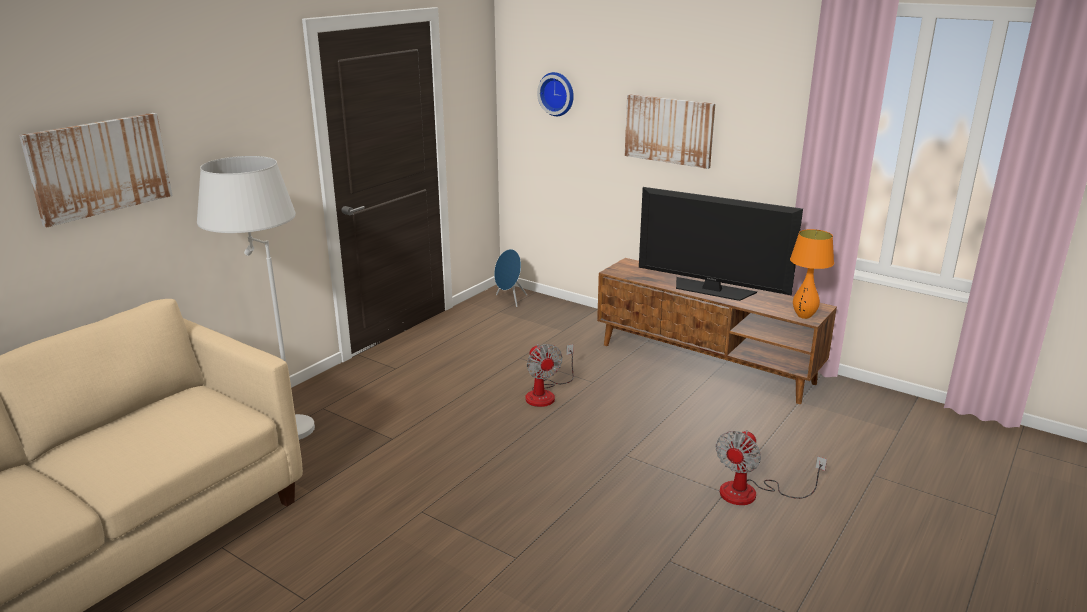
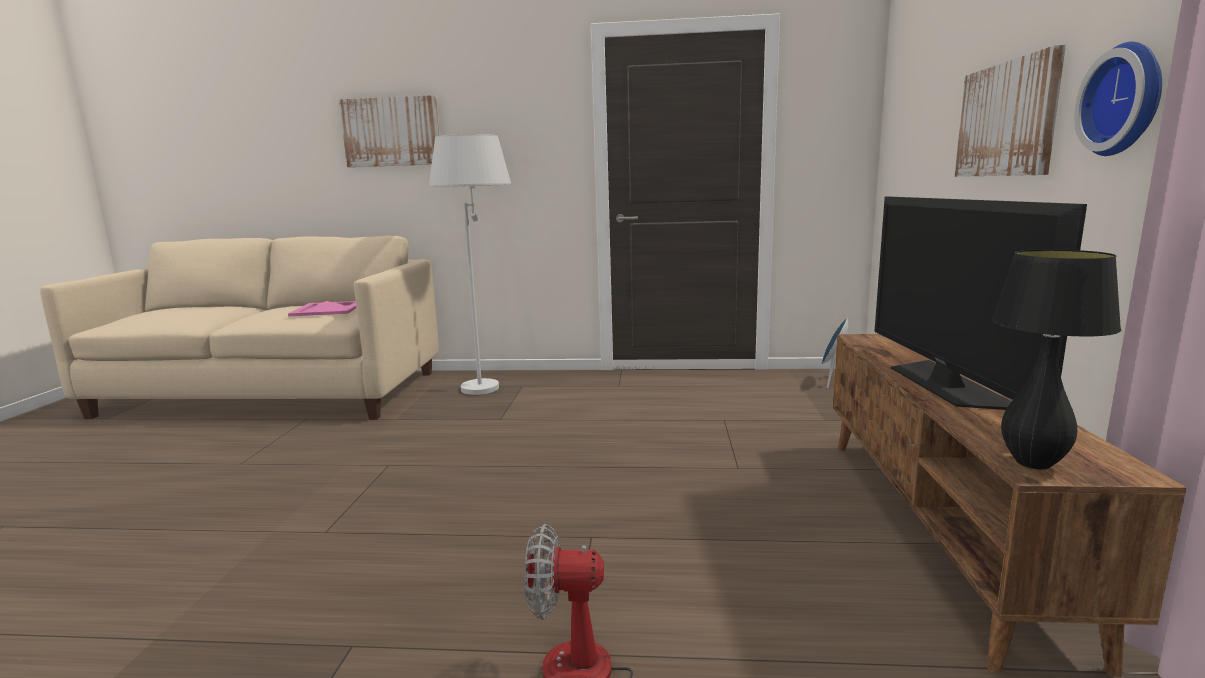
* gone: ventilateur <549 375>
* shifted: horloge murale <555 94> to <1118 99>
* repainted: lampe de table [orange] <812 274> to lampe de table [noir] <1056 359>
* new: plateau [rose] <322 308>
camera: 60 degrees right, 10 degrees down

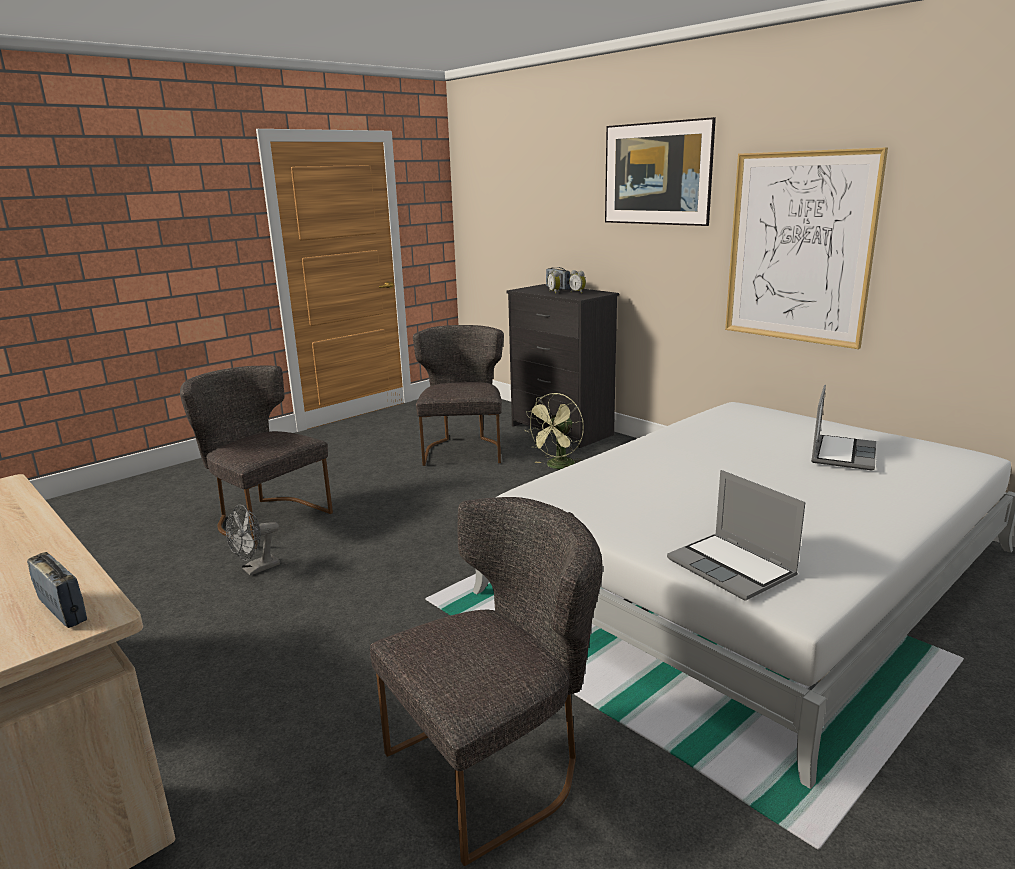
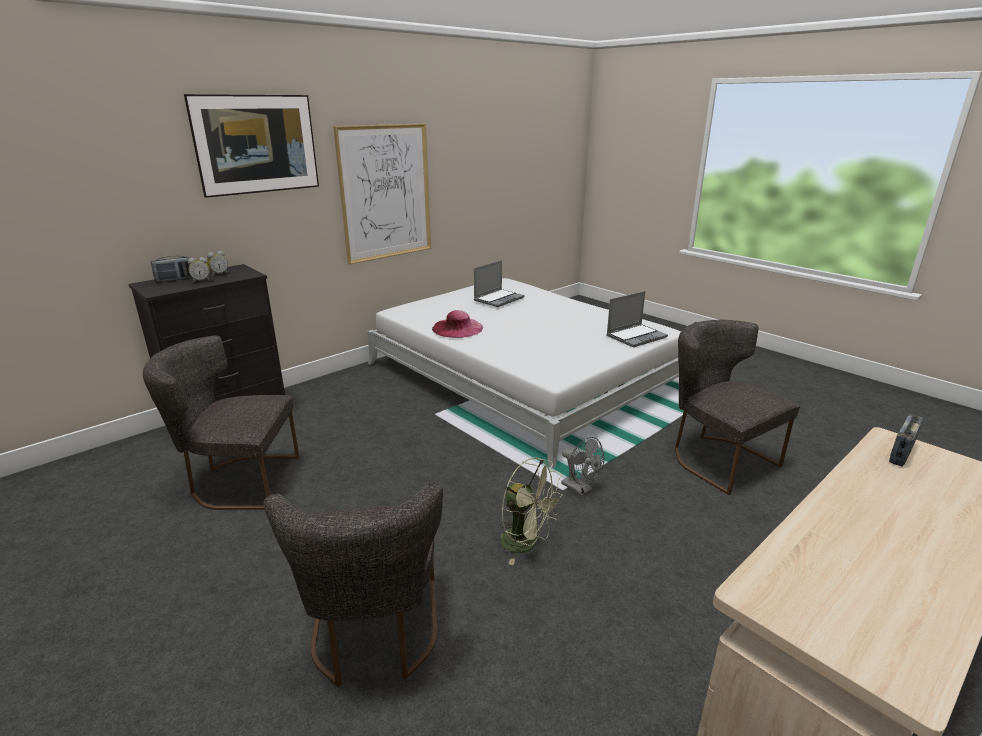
* rotated: chaise [gris] <256 457> = <353 585> 45 degrees counterclockwise
* shifted: ventilateur [gris] <253 540> to <583 466>
* shifted: ventilateur [vert] <554 431> to <532 511>
* rotated: ordinateur portable <843 427> = <499 283> 105 degrees clockwise
* new: chapeau [rose] <457 324>
camera: 90 degrees left, 5 degrees up

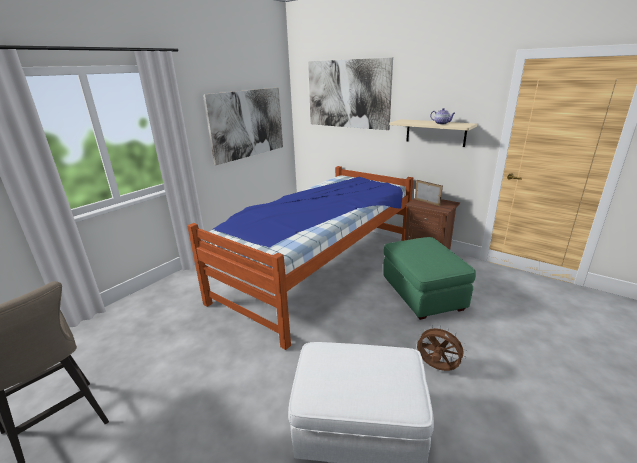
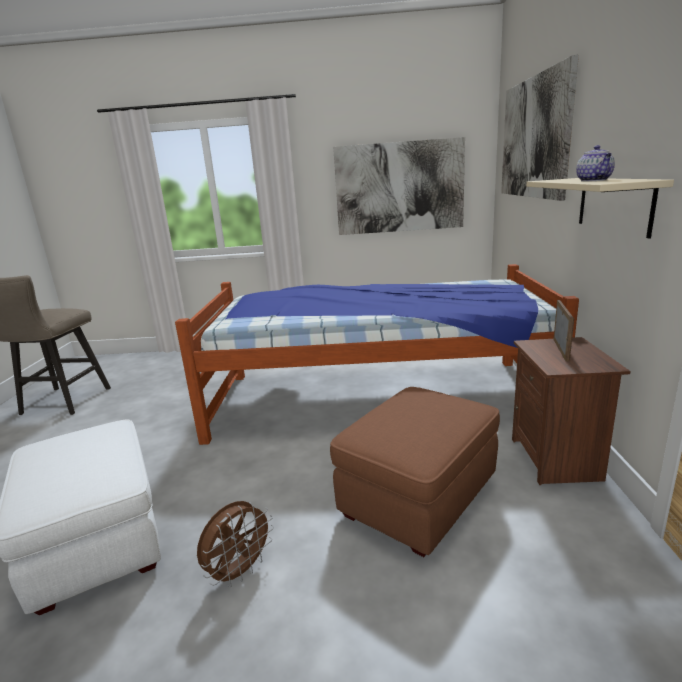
* repainted: pouf [vert] <430 278> to pouf [marron] <415 472>
* rotated: ventilateur [marron] <442 348> = <235 544> 45 degrees clockwise
camera: 55 degrees right, 5 degrees down

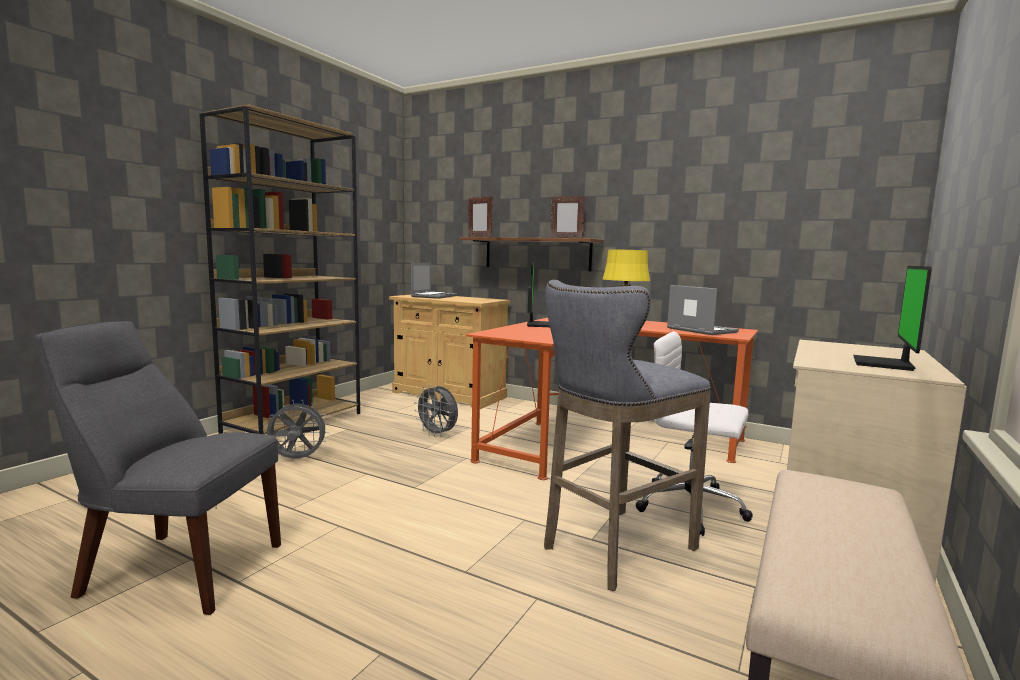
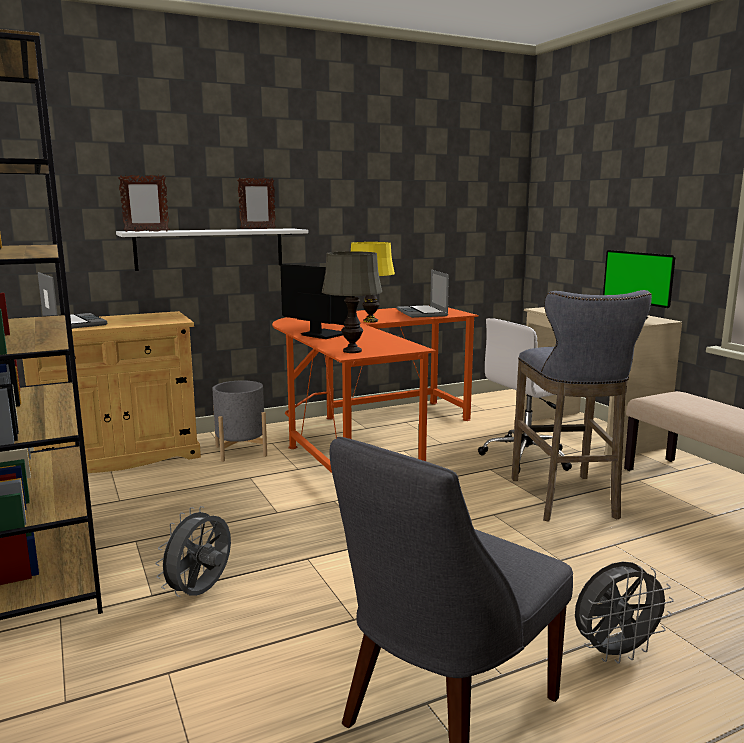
* shifted: ventilateur [gris] <436 411> to <624 613>
* repainted: étagère [marron] <532 254> to étagère [blanc] <212 249>
* rotated: ordinateur portable <703 310> = <423 294> 105 degrees counterclockwise
* new: cache-pot [gris] <239 421>
* new: lampe de table [gris] <352 302>
camera: 55 degrees left, 5 degrees up

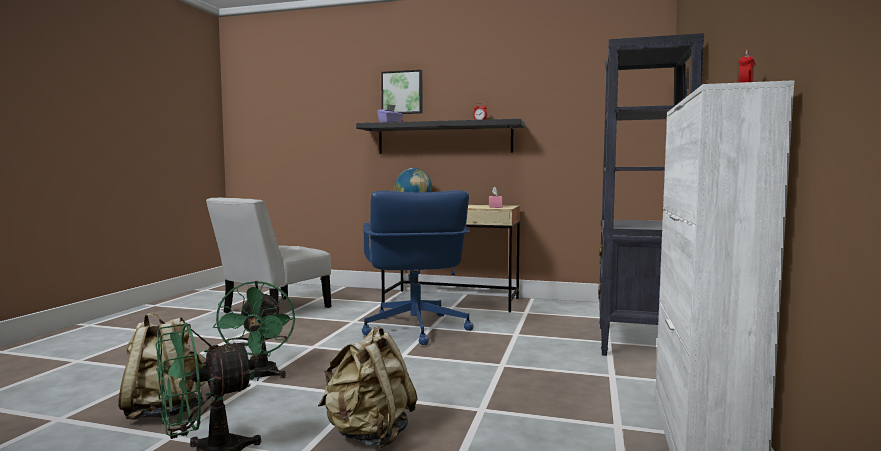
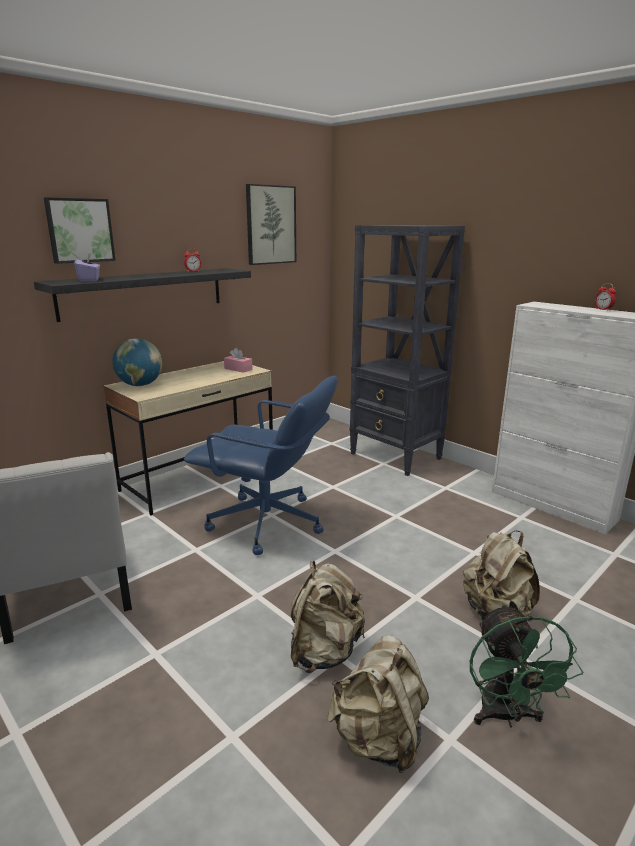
* swapped: ventilateur [vert] <254 331> to sac à dos [beige] <328 617>
* new: tableau <271 224>
camera: 60 degrees left, 15 degrees up

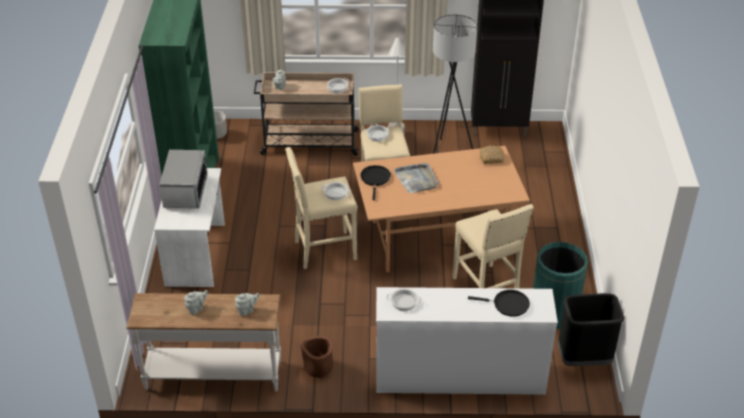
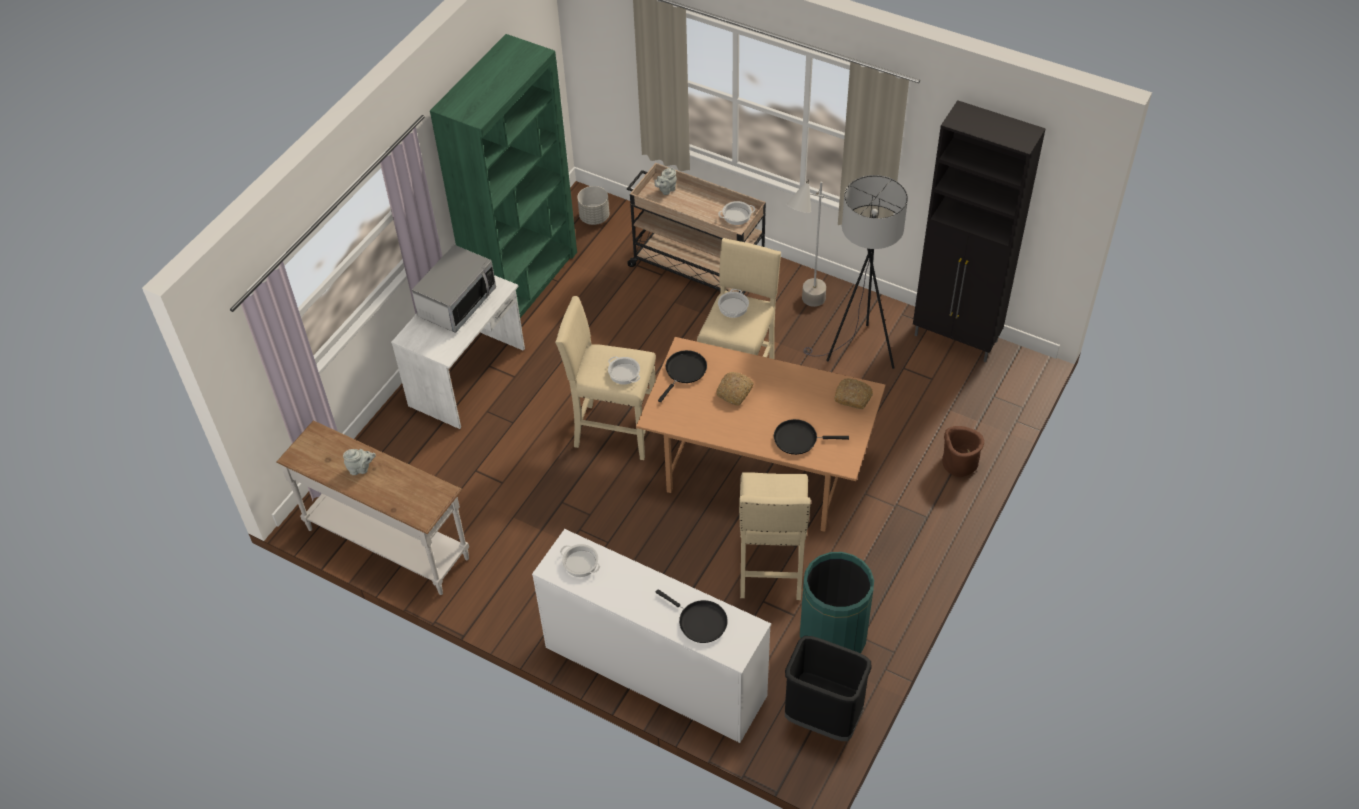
* gone: théière [gris] <247 304>
* shifted: cache-pot [marron] <317 357> to <963 451>
* swapped: plateau [gris] <416 178> to pain <735 388>
* new: poêle [noir] <811 437>
camera: 30 degrees right, 10 degrees up

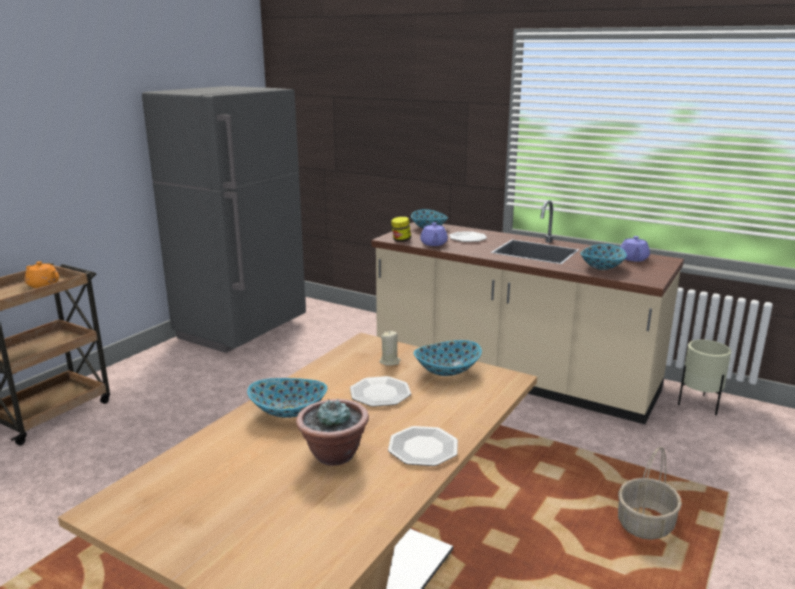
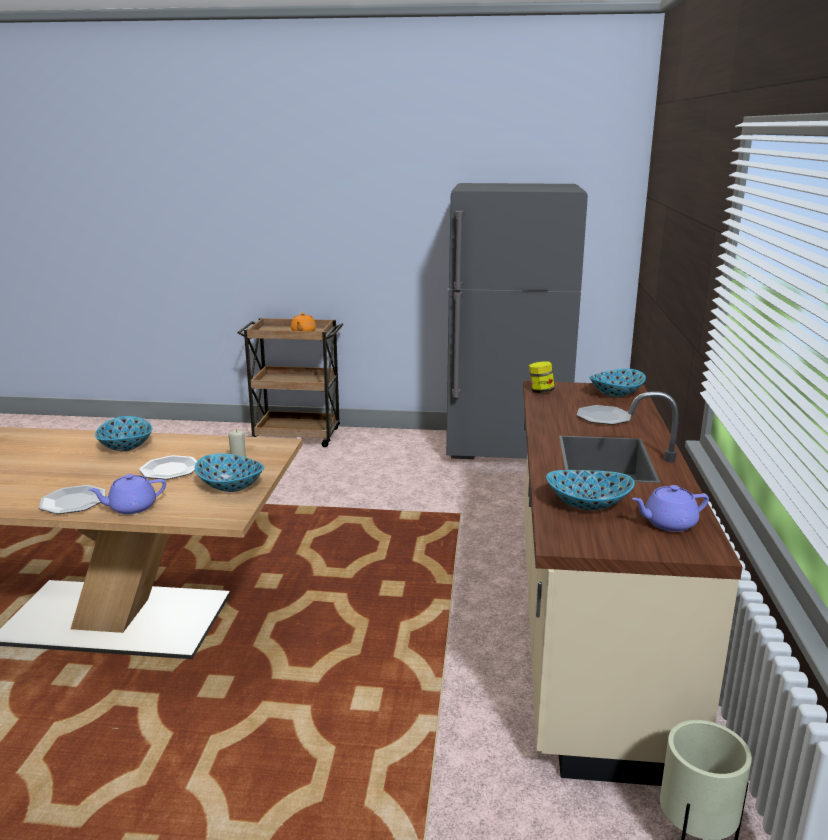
* gone: plante en pot <332 432>
* shifted: théière [violet] <434 234> to <127 494>
* gone: panier <650 493>
camera: 65 degrees right, 0 degrees up

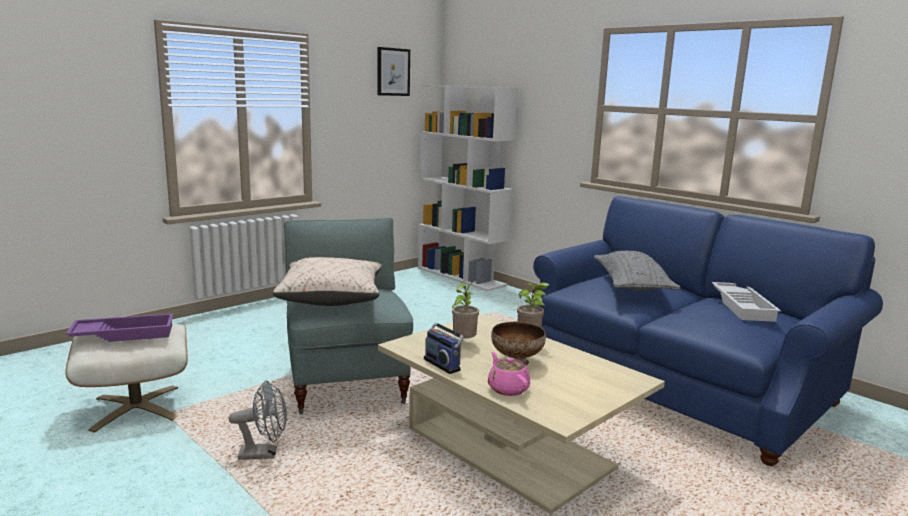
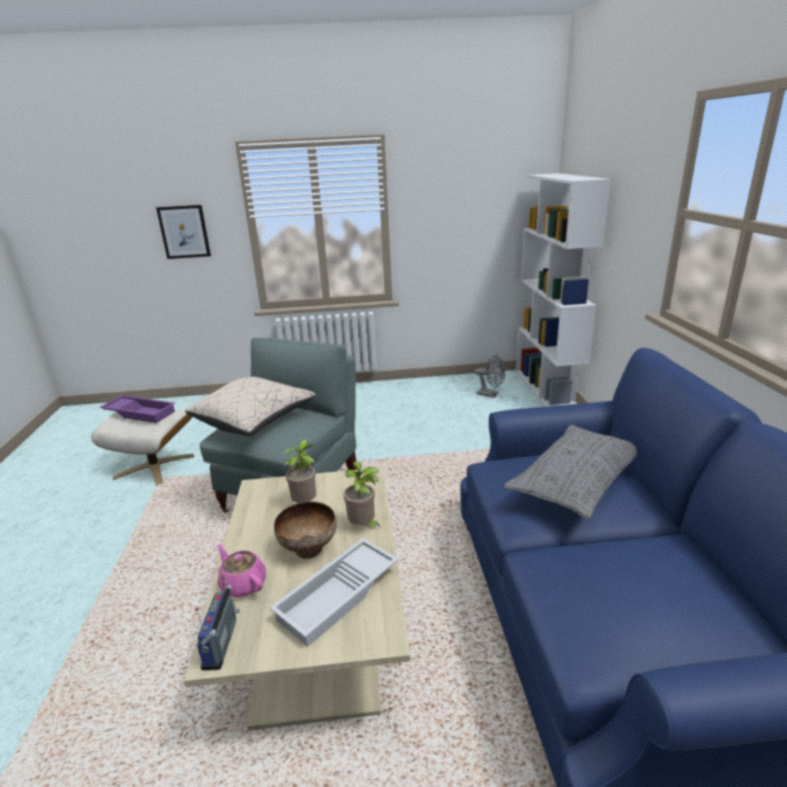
* shifted: ventilateur [gris] <258 420> to <490 376>
* shifted: tableau <394 71> to <183 232>
* shifted: radio <444 345> to <217 627>
* rotated: théière [rose] <509 374> = <241 571> 60 degrees counterclockwise
* shifted: plateau [blanc] <746 302> to <334 592>
camera: 40 degrees right, 10 degrees up

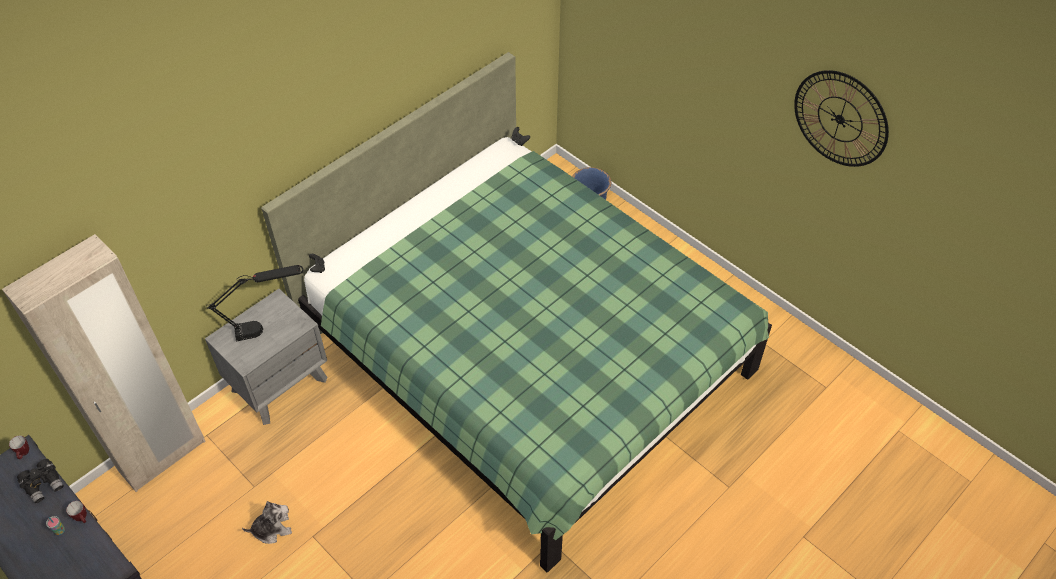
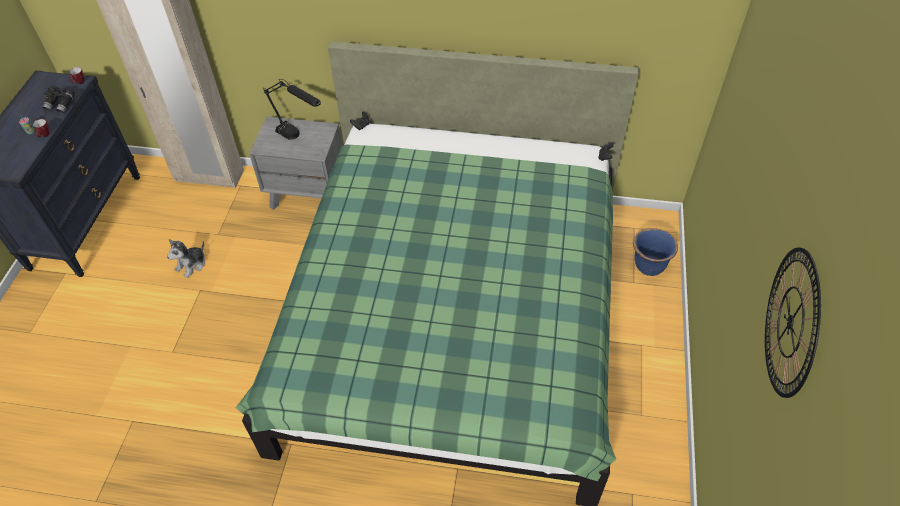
* rotated: peluche <267 522> = <186 258> 90 degrees clockwise
camera: 55 degrees right, 0 degrees up

